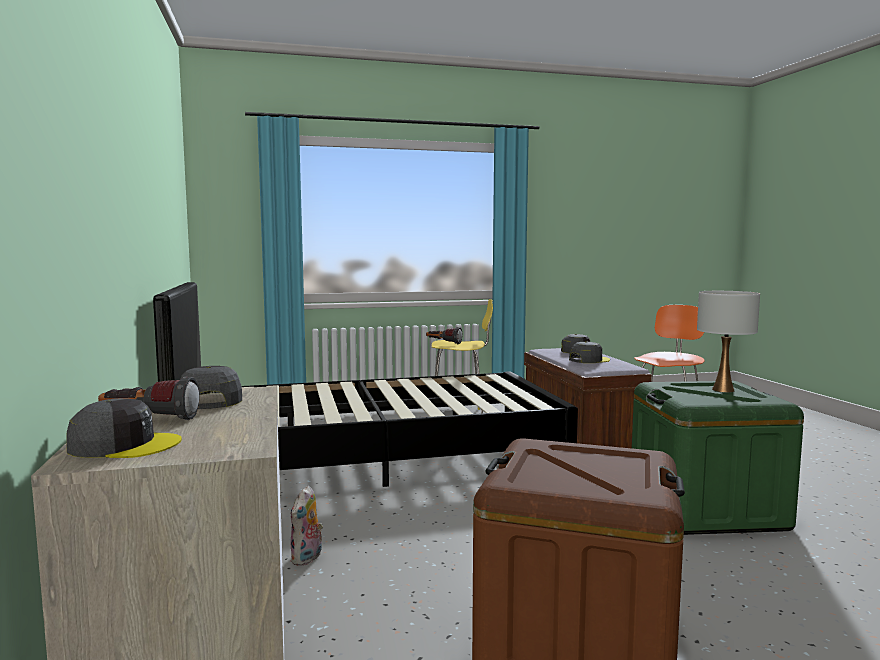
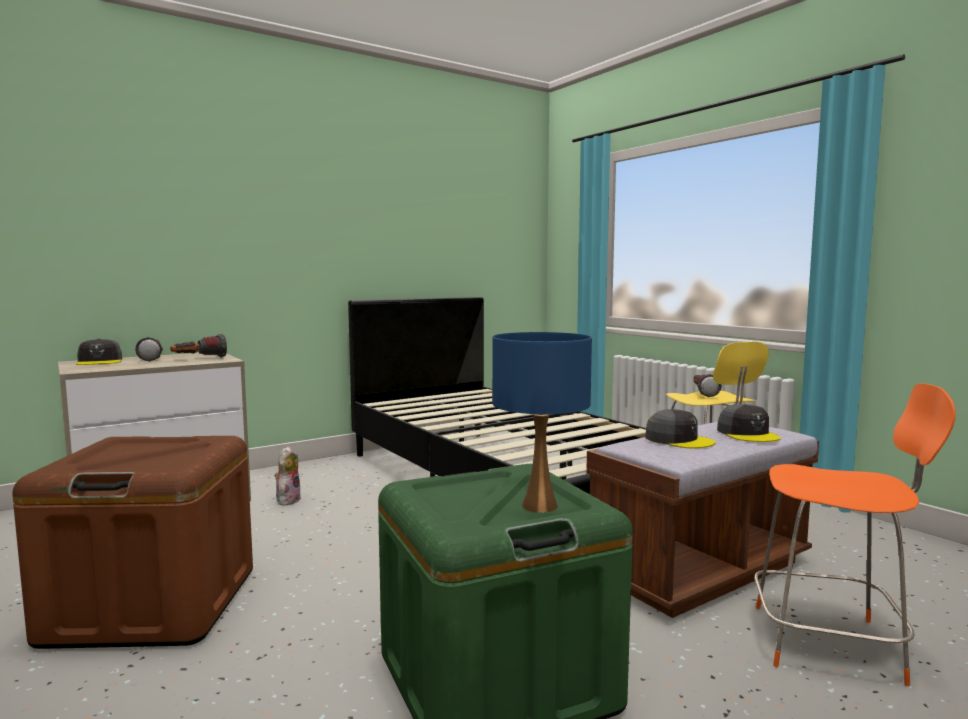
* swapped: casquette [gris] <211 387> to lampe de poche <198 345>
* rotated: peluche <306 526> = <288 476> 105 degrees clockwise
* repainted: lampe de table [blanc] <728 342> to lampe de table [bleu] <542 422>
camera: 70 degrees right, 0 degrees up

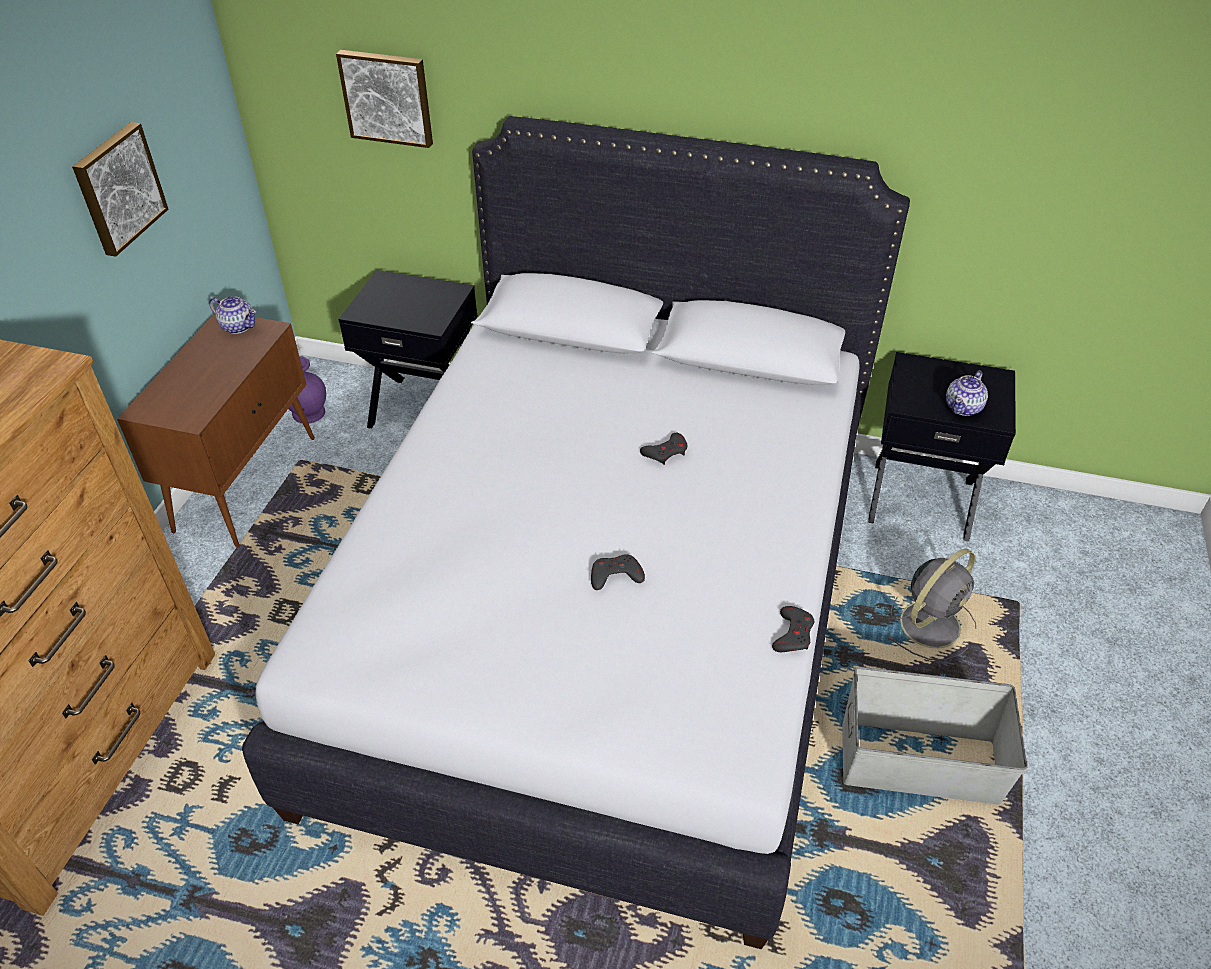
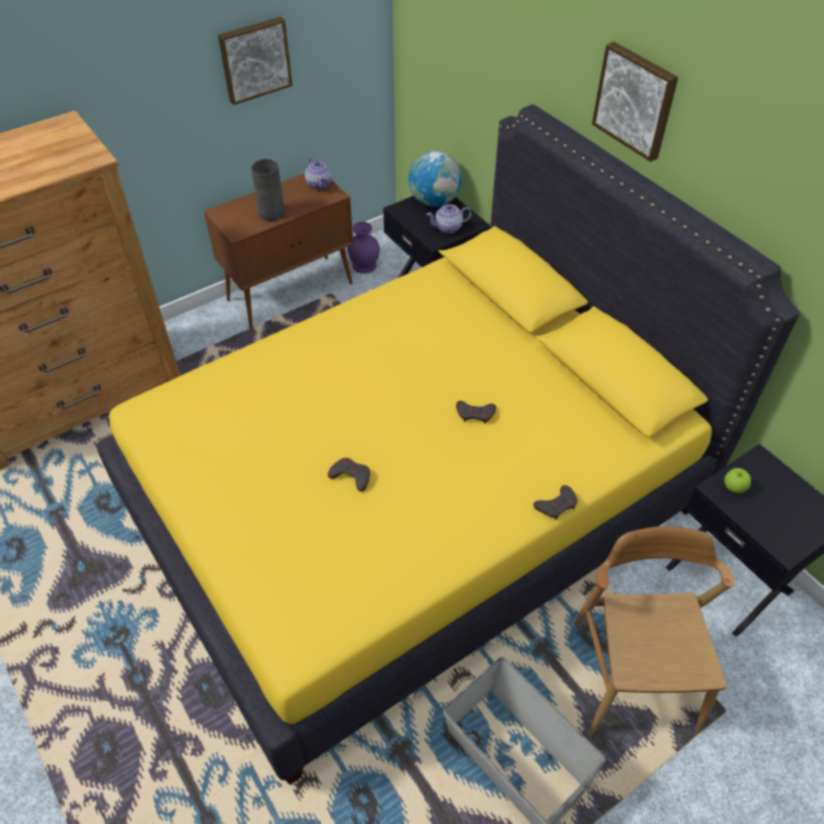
* repainted: lit [blanc] <576 532> to lit [jaune] <448 444>
* shifted: tableau <384 99> to <635 102>
* shifted: manette [gris] <793 629> to <555 502>
* swapped: ventilateur [gris] <931 604> to chaise [marron] <654 630>
* shifted: théière <967 393> to <448 219>
* new: vase [gris] <268 190>
* new: globe <435 179>
* new: pomme <737 480>
camera: 40 degrees right, 5 degrees up

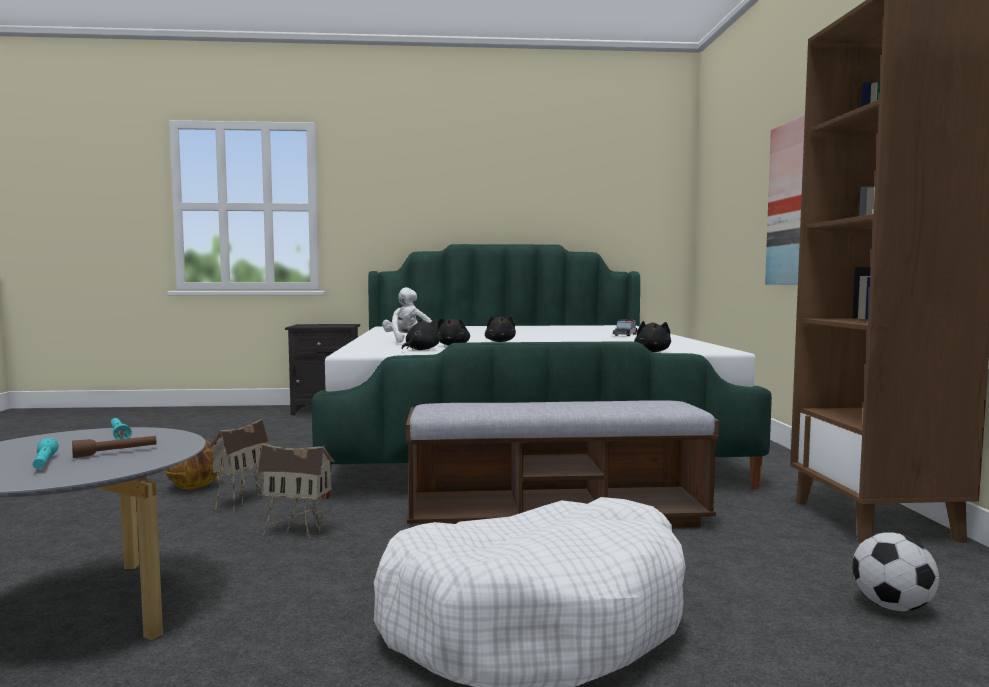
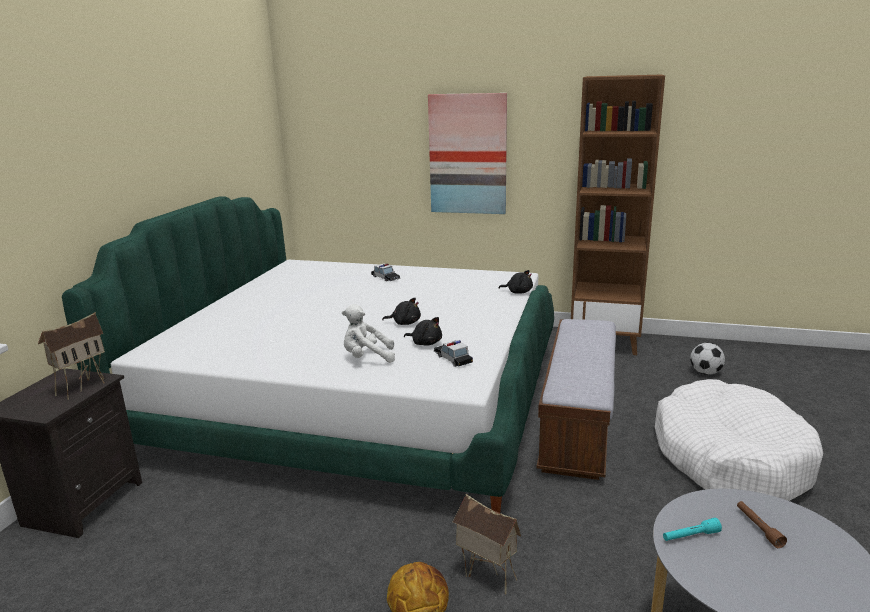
* gone: lampe de poche [turquoise] <46 453>
* shifted: maison miniature <296 491> to <71 356>
* swapped: peluche [noir] <421 334> to petite voiture <453 353>
camera: 70 degrees left, 15 degrees up

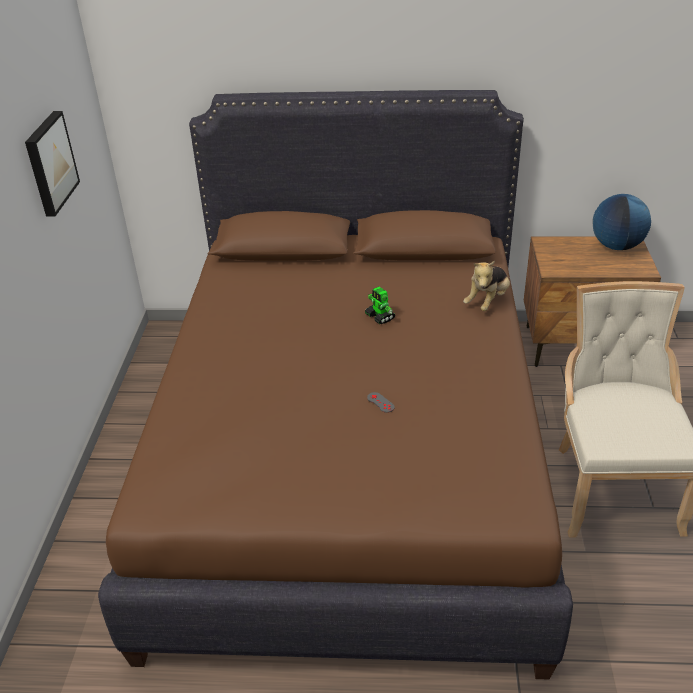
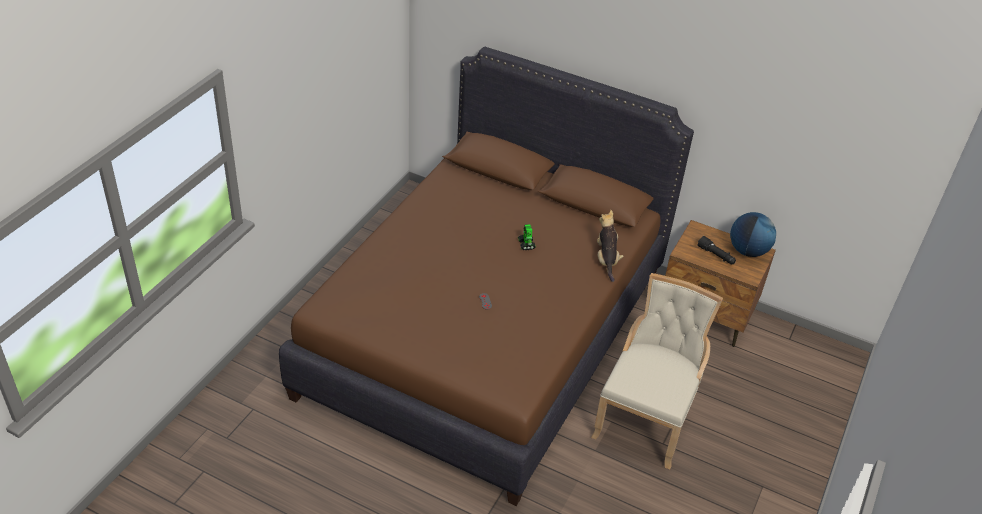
* gone: tableau <52 164>
* rotated: peluche <486 286> = <610 246> 120 degrees clockwise
* new: lampe de poche [noir] <717 250>
camera: 20 degrees right, 5 degrees up

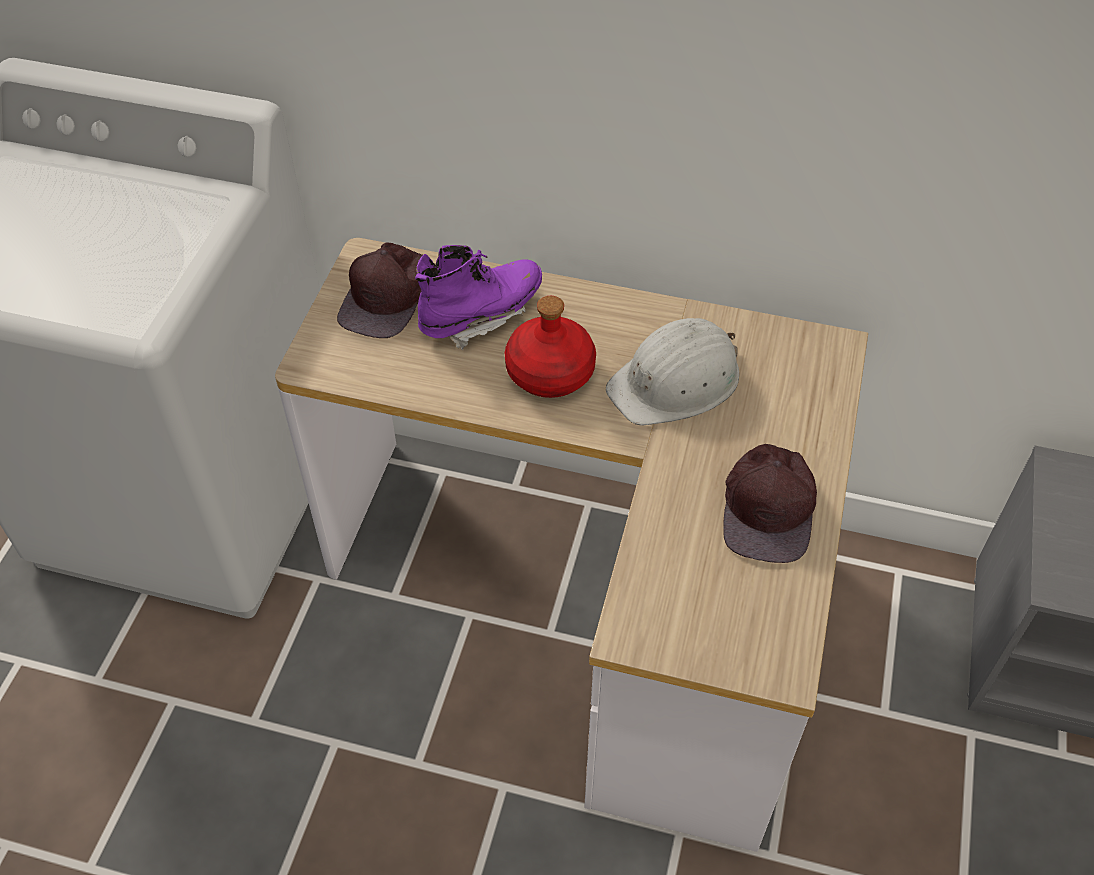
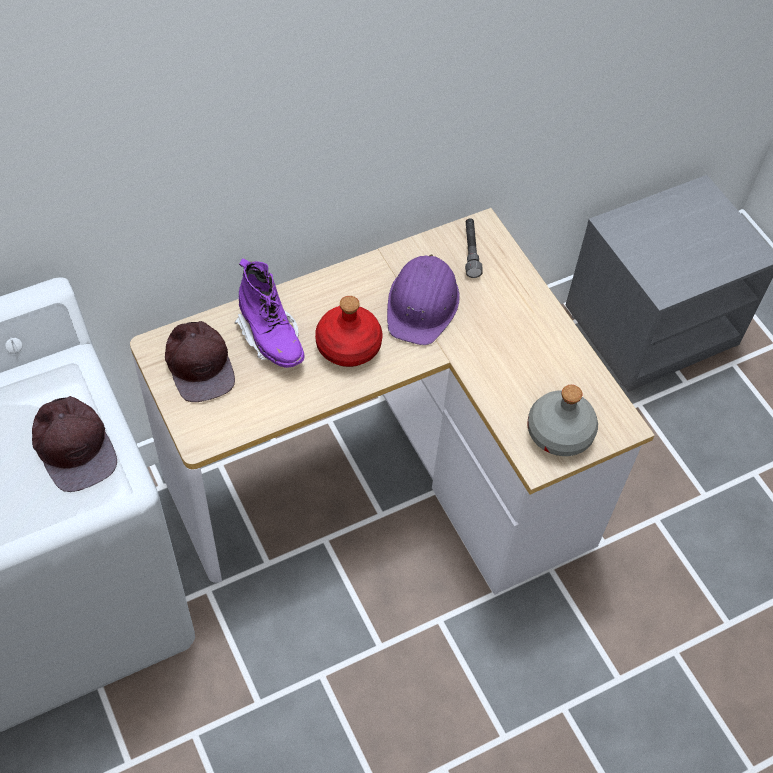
* rotated: botte [violet] <478 297> = <270 313> 135 degrees clockwise
* repainted: casque de chantier [blanc] <672 372> to casque de chantier [violet] <423 299>
* shifted: casquette [marron] <770 503> to <74 444>
* new: lampe de poche [gris] <474 248>
* new: bouteille [gris] <562 420>
camera: 45 degrees left, 5 degrees up

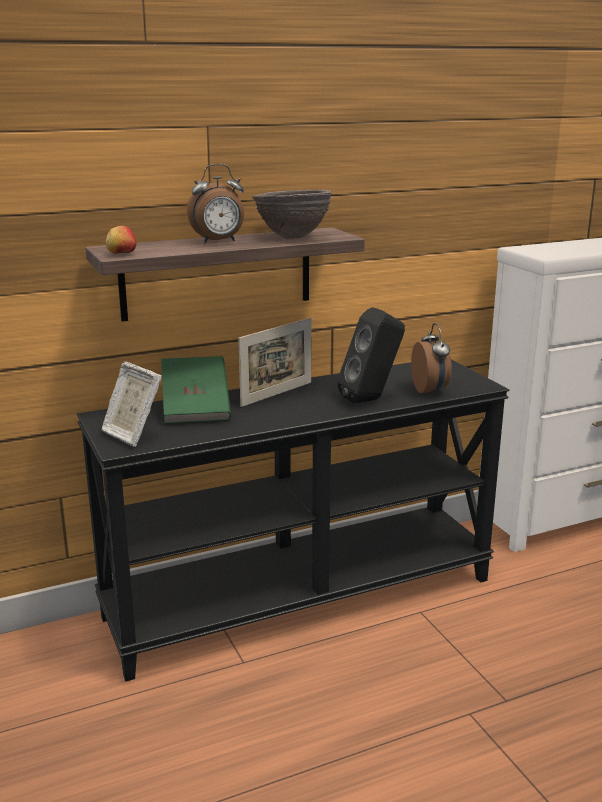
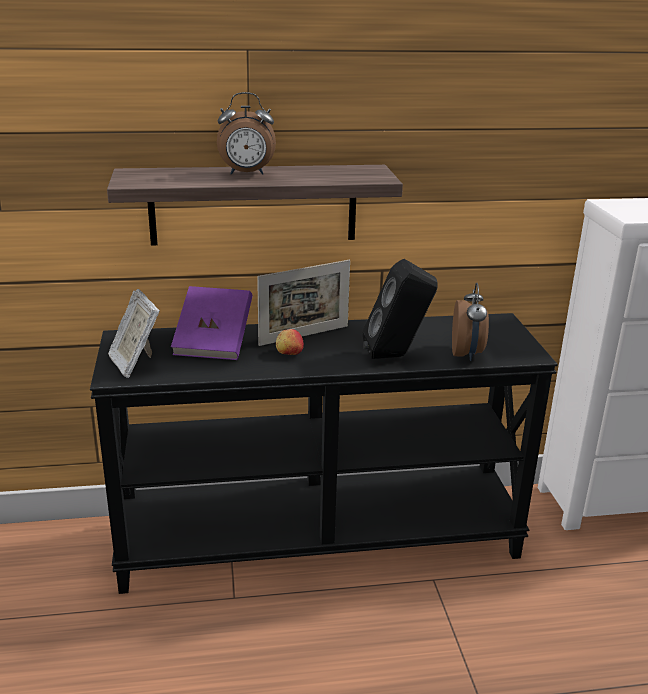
* shifted: pomme <121 240> to <290 342>
* repainted: livre [vert] <196 390> to livre [violet] <212 323>
* gone: bol [marron] <292 214>
camera: 15 degrees right, 5 degrees up

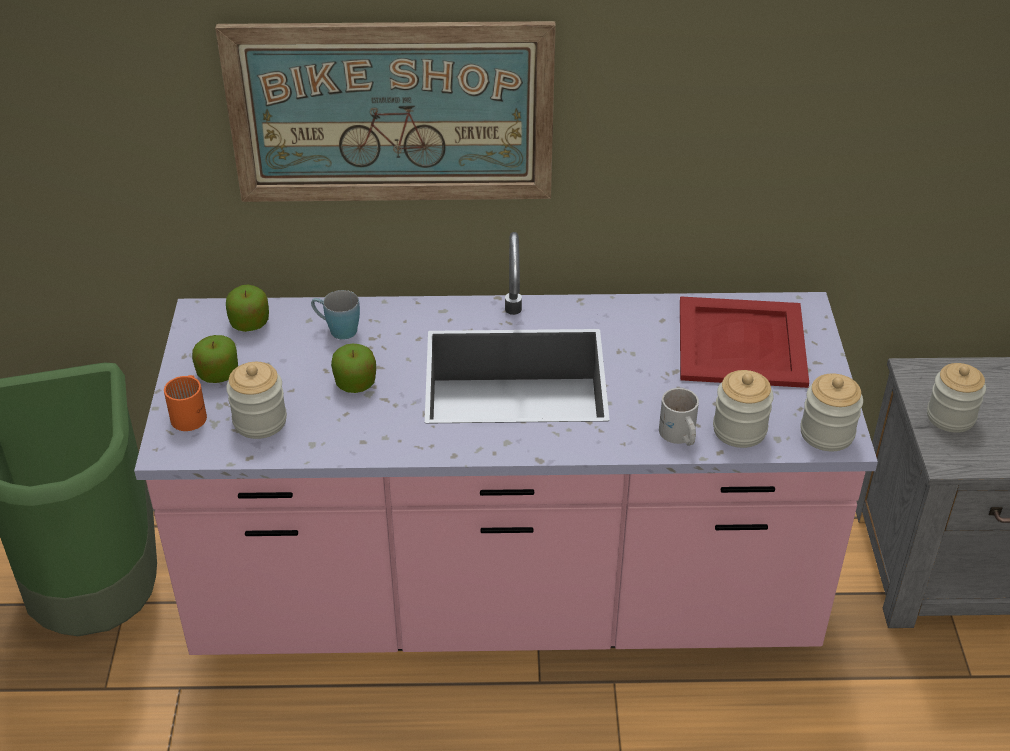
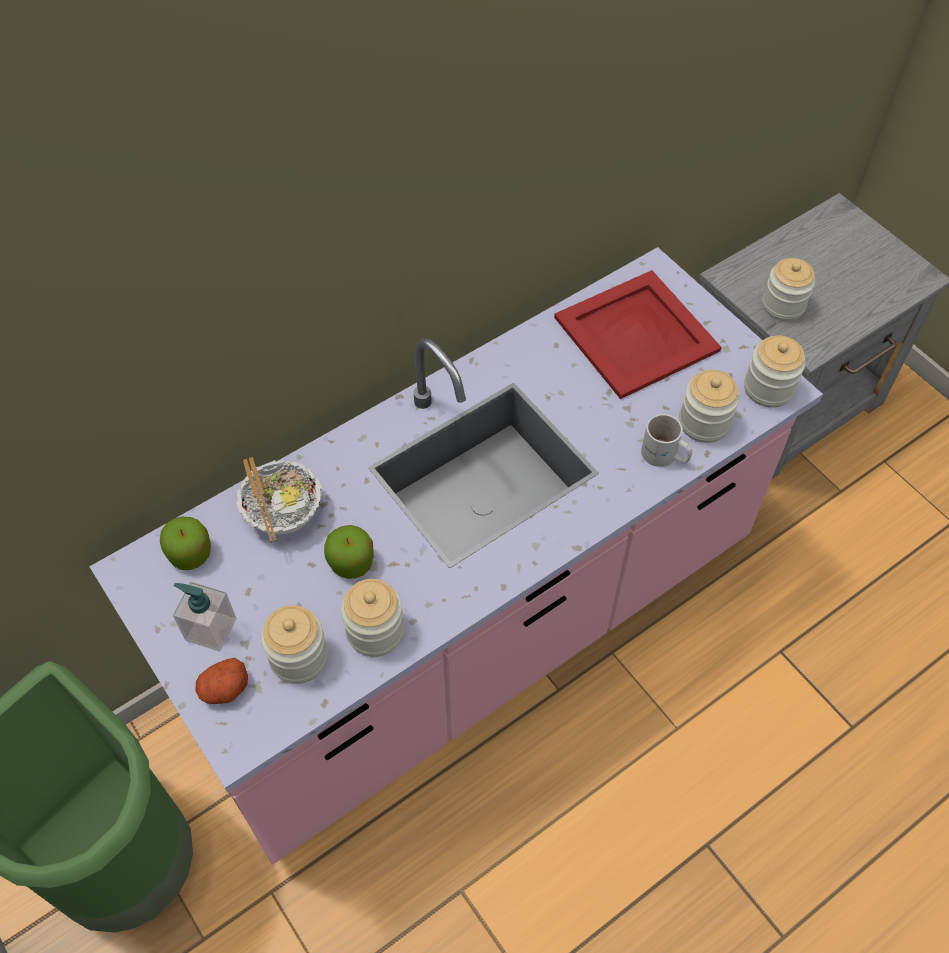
* swapped: mug [orange] <185 403> to pomme de terre <221 681>
* swapped: pomme <215 359> to distributeur de savon <205 617>
* gone: tableau <385 111>
* swapped: mug [bleu] <335 315> to bol <279 500>
* new: bocal <372 618>
camera: 35 degrees left, 15 degrees up

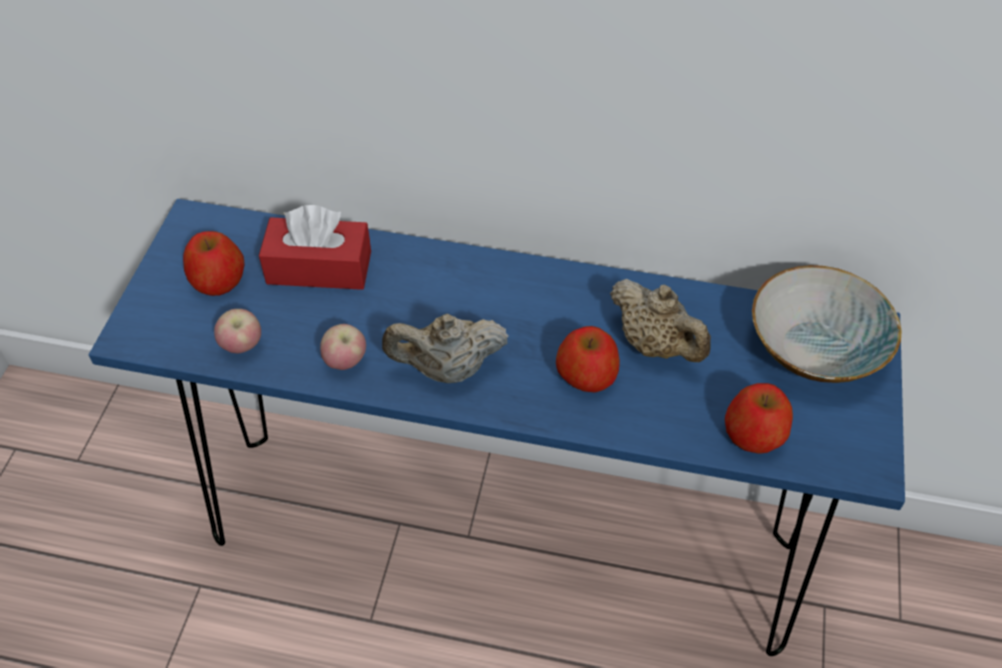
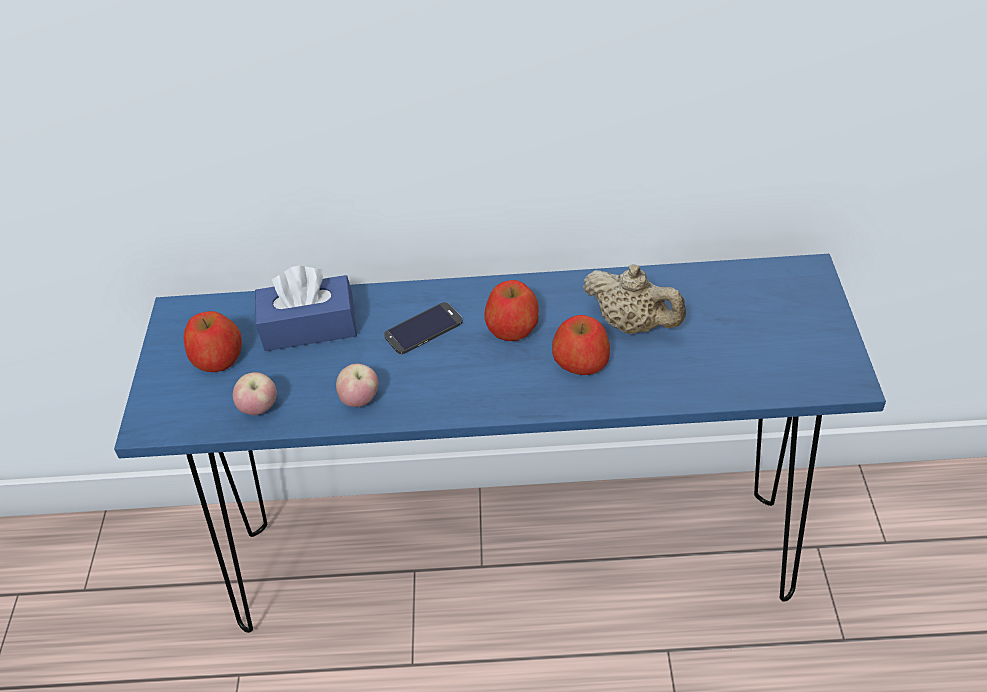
* repainted: boîte à mouchoirs [rouge] <315 247> to boîte à mouchoirs [bleu] <306 308>
* gone: théière [beige] <445 348>
* shifted: pomme <759 418> to <511 310>
* gone: bol <827 324>
* new: téléphone <423 328>
camera: 10 degrees left, 5 degrees down

